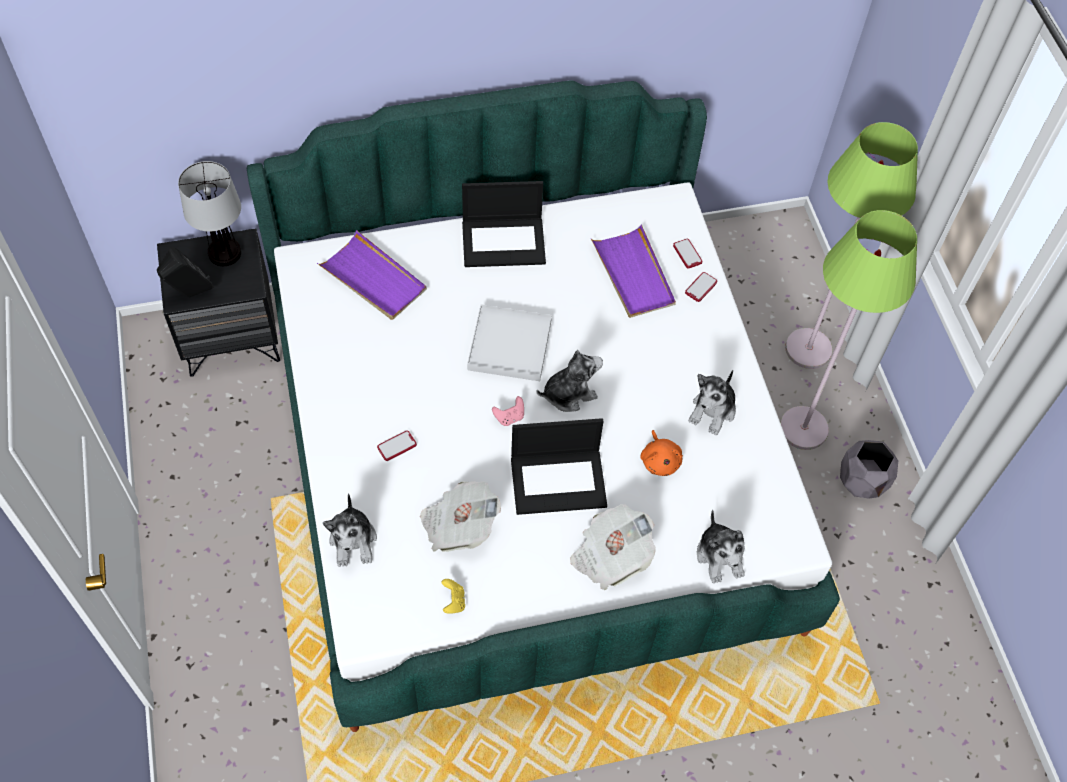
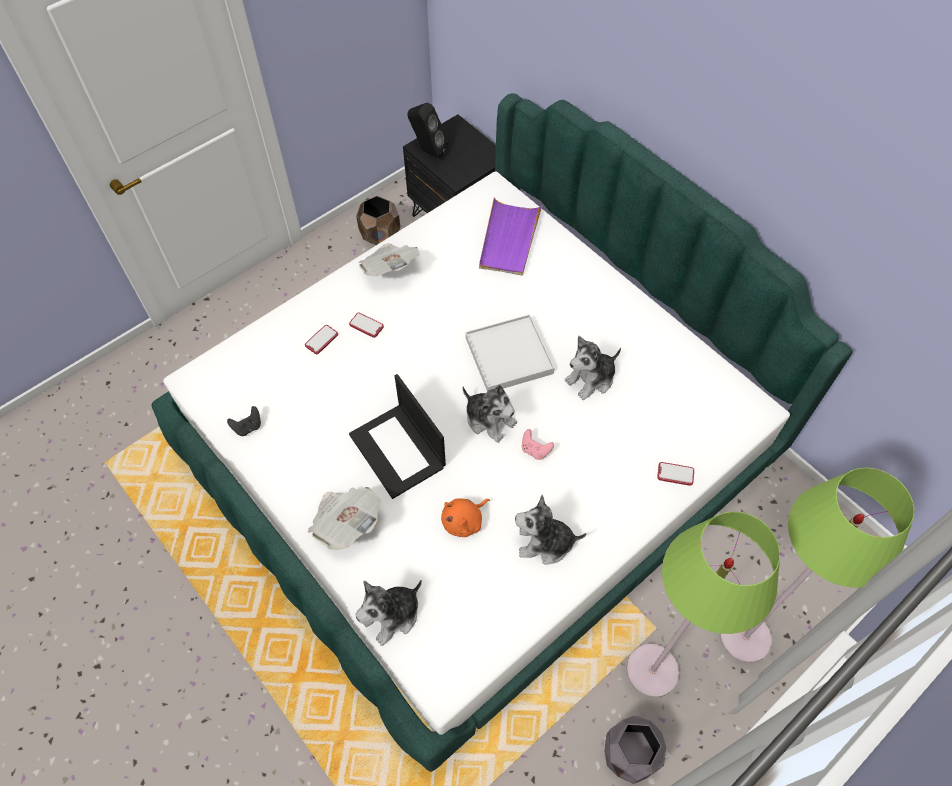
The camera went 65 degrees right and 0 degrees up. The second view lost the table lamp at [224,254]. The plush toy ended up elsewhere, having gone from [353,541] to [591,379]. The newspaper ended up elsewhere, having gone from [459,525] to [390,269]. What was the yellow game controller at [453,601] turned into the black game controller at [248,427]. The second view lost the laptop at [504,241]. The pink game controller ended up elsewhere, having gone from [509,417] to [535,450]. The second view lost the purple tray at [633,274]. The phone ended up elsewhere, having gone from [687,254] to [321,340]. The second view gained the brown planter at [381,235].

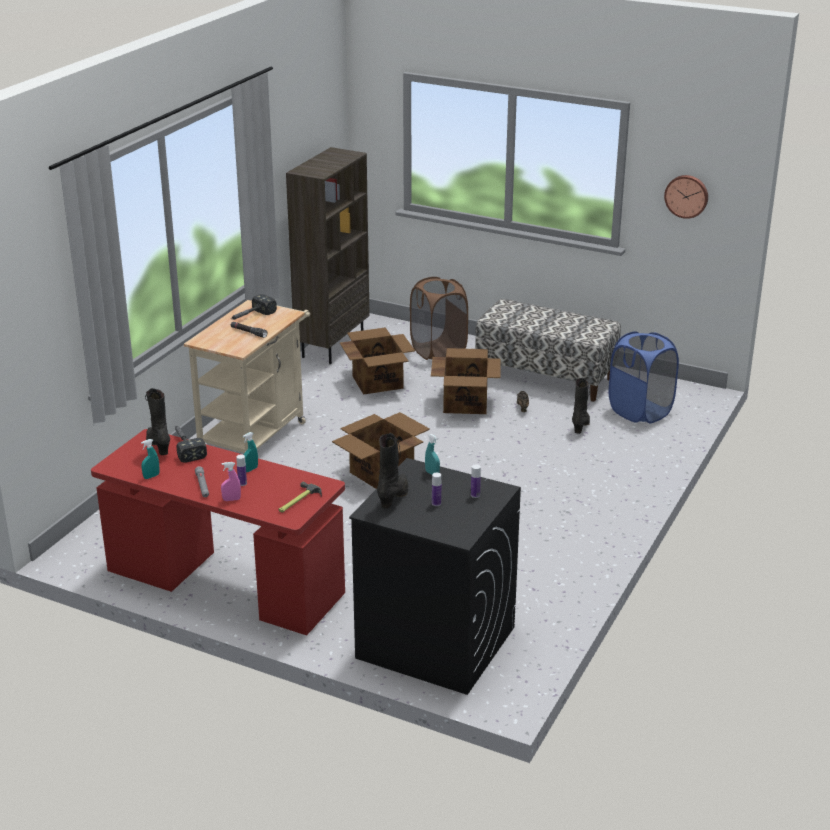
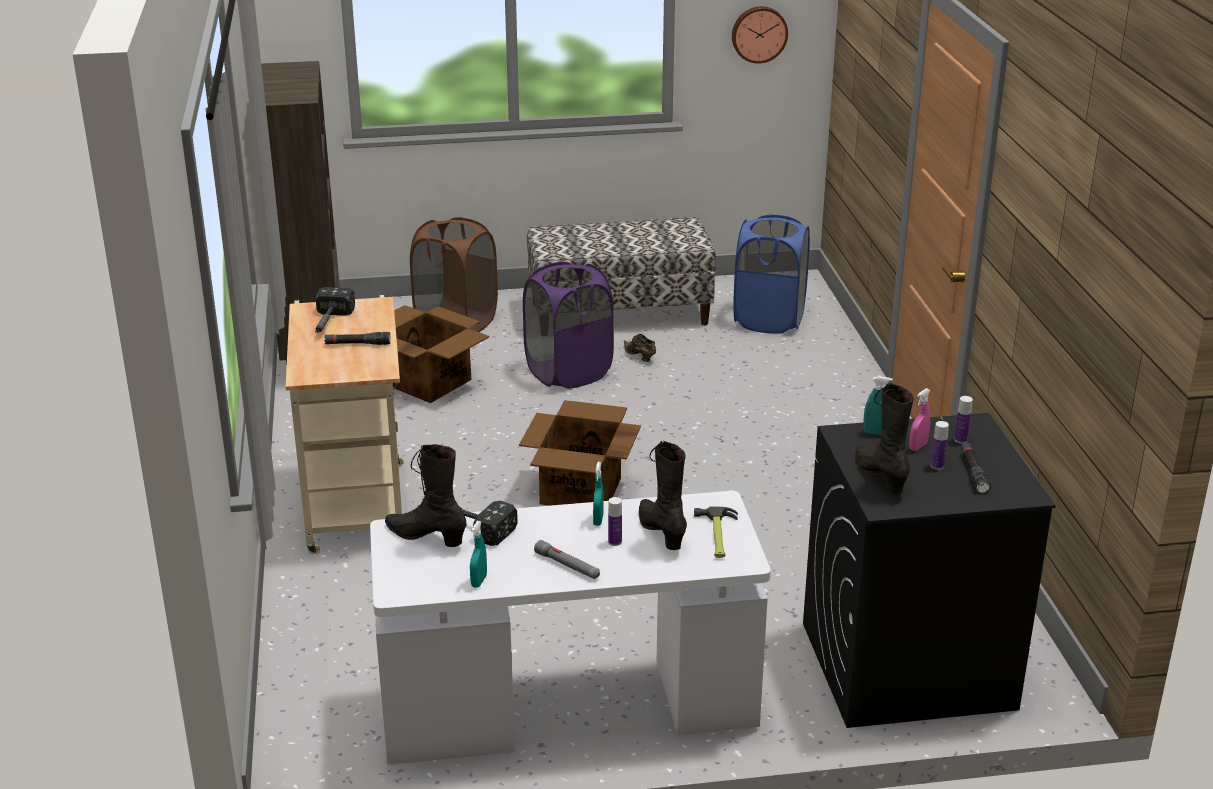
The camera went 35 degrees left and 0 degrees up. What was the red desk at [225,584] turned into the white desk at [568,709]. The pink spray bottle ended up elsewhere, having gone from [231,499] to [918,447]. Where the cardboard box stood at [465,403], the purple laundry basket came to stand at [568,372]. The black boot ended up elsewhere, having gone from [581,425] to [661,532]. The second view gained the black flashlight at [973,472].

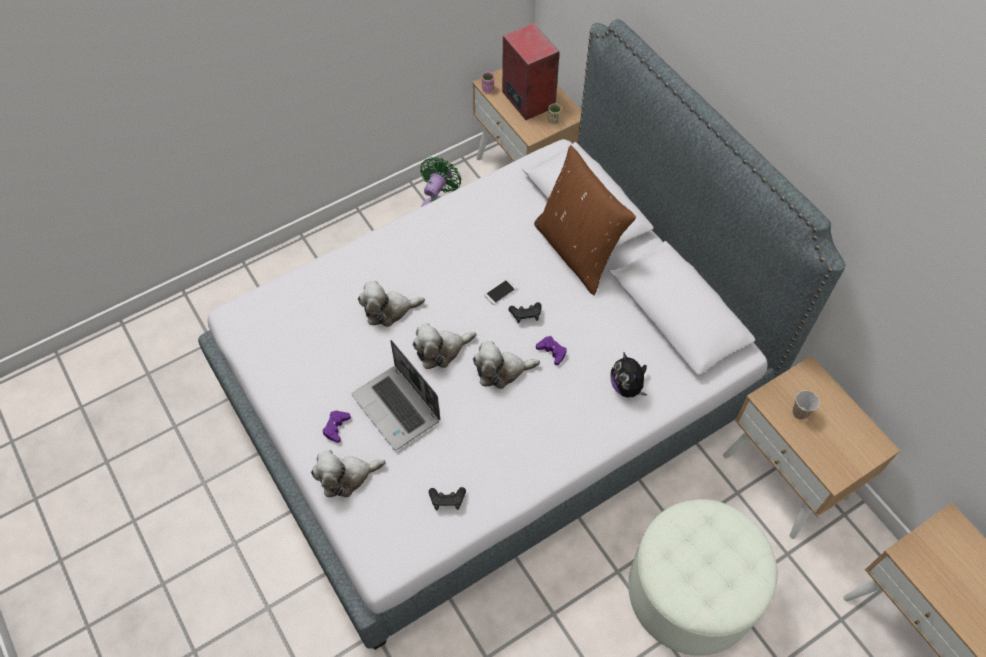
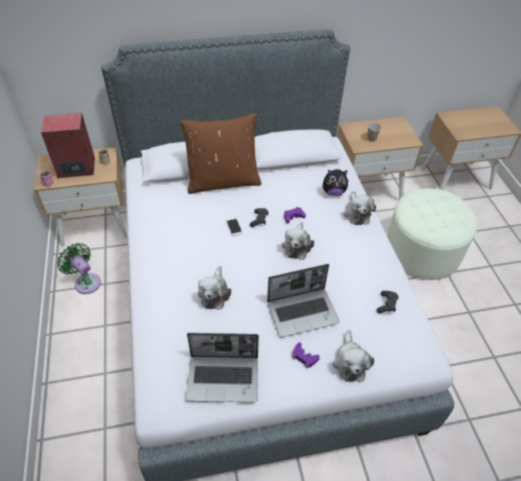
The camera went 70 degrees left and 10 degrees down. The plush toy ended up elsewhere, having gone from [441,350] to [356,213]. The second view gained the laptop at [224,378].

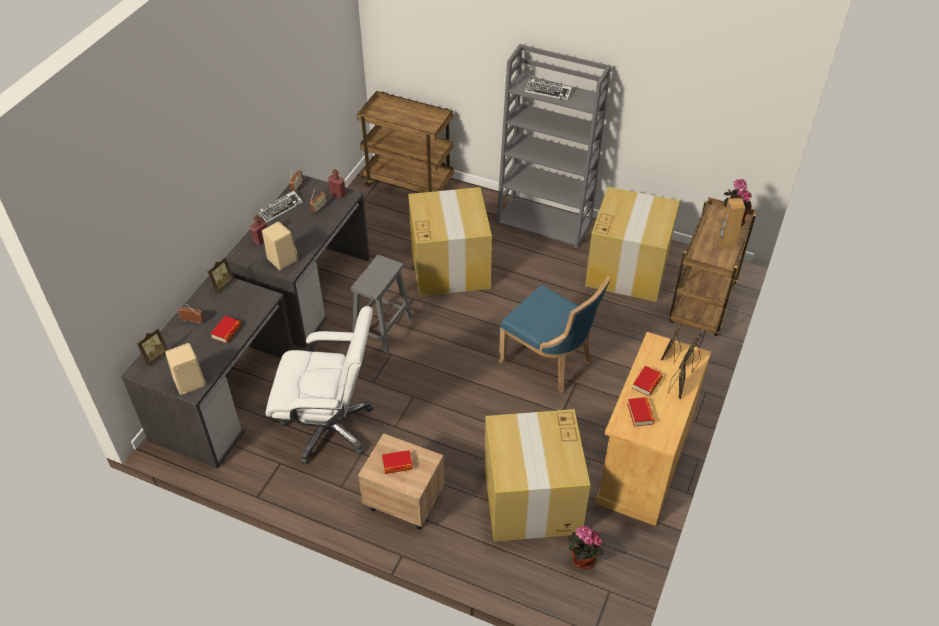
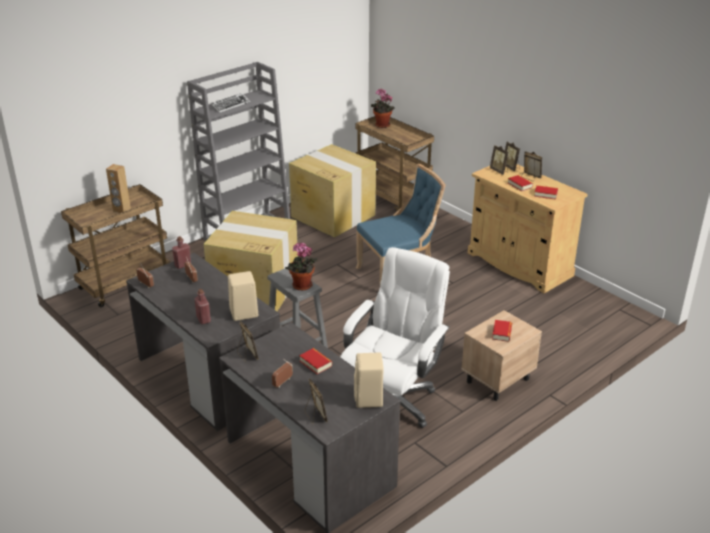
The camera went 65 degrees left and 15 degrees down. The second view lost the keyboard at [280,209]. The second view lost the cardboard box at [532,500]. The potted plant ended up elsewhere, having gone from [581,560] to [302,286]. The brown speaker ended up elsewhere, having gone from [726,243] to [121,210].

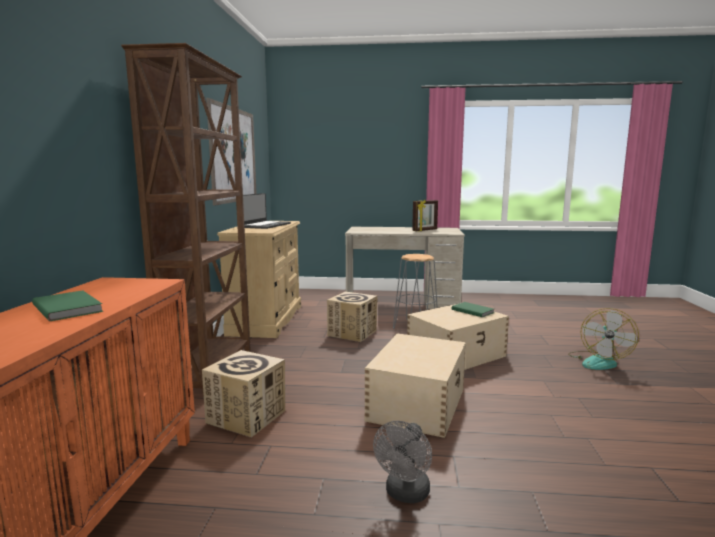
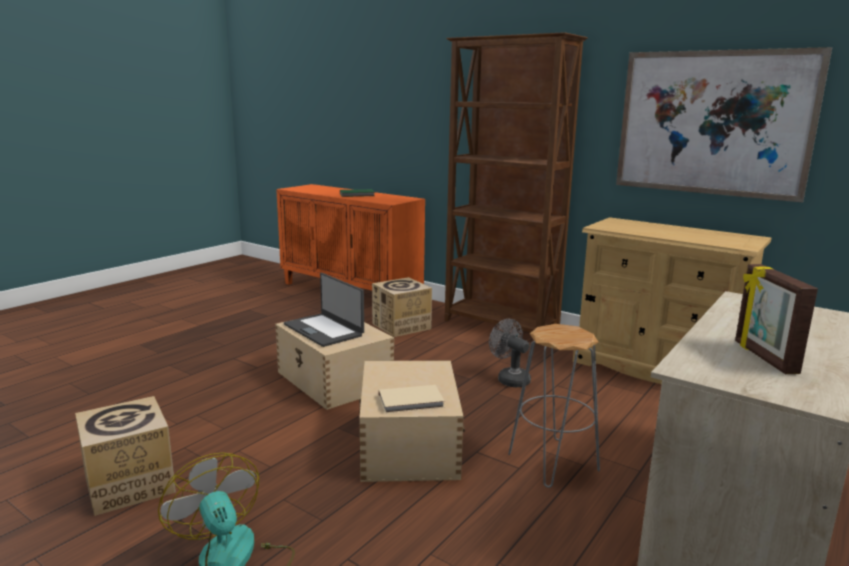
The camera went 120 degrees right and 5 degrees up. The laptop ended up elsewhere, having gone from [265,225] to [324,330]. The cardboard box ended up elsewhere, having gone from [352,333] to [129,484]. The grey fan ended up elsewhere, having gone from [405,494] to [510,379]. What was the green book at [472,311] turned into the beige book at [412,401].

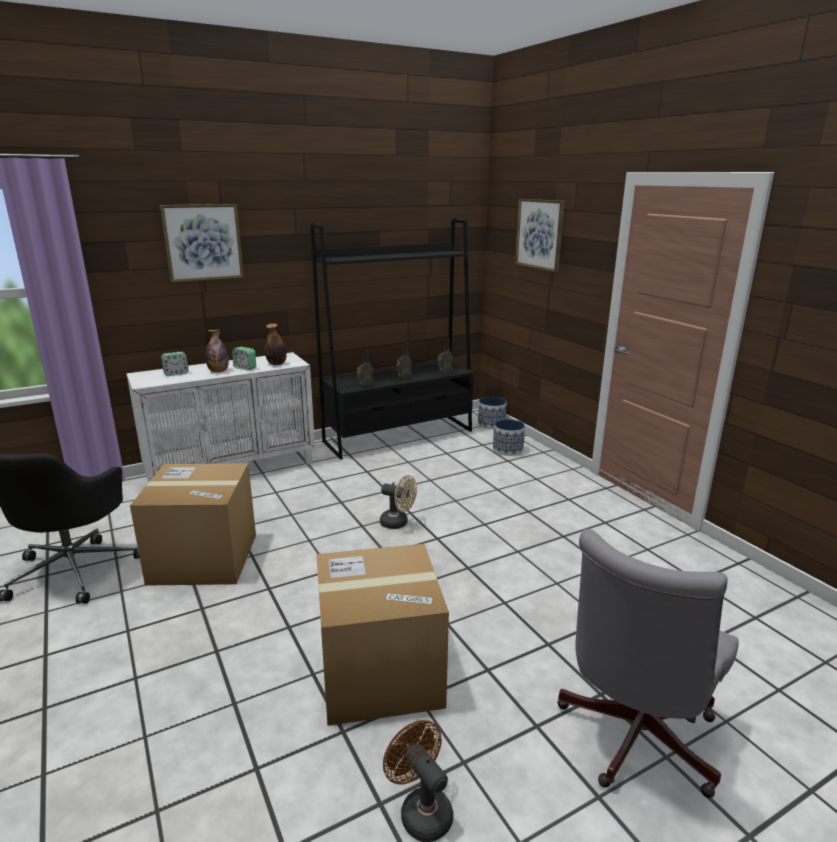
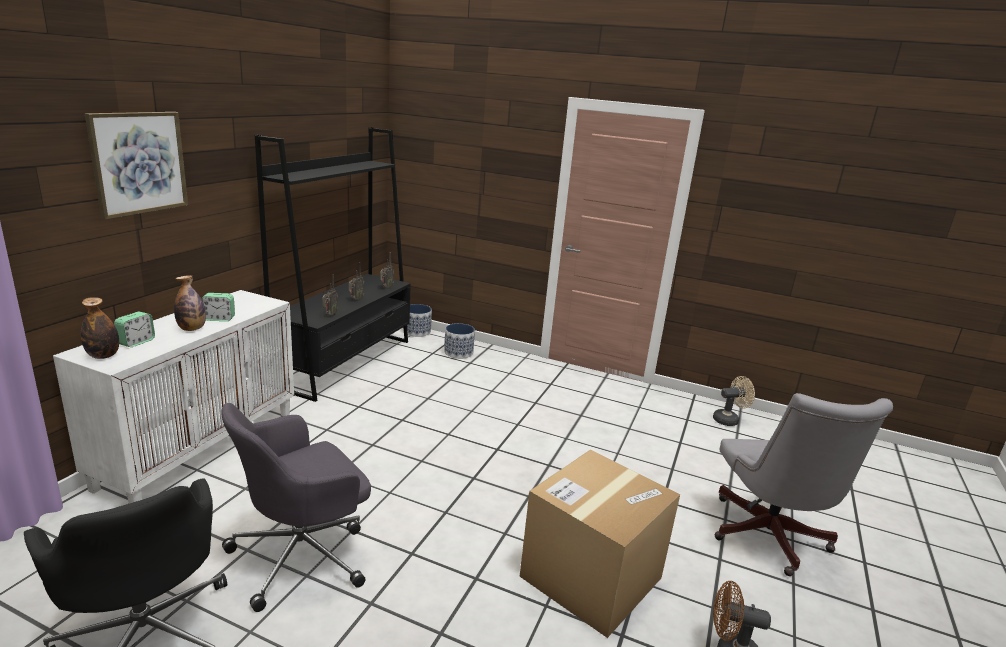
The camera went 40 degrees left and 0 degrees up. Where the cardboard box stood at [204,558], the grey office chair came to stand at [303,554]. The bottle ended up elsewhere, having gone from [276,364] to [103,356]. The beige fan ended up elsewhere, having gone from [398,523] to [729,420]. The second view lost the picture at [539,234].

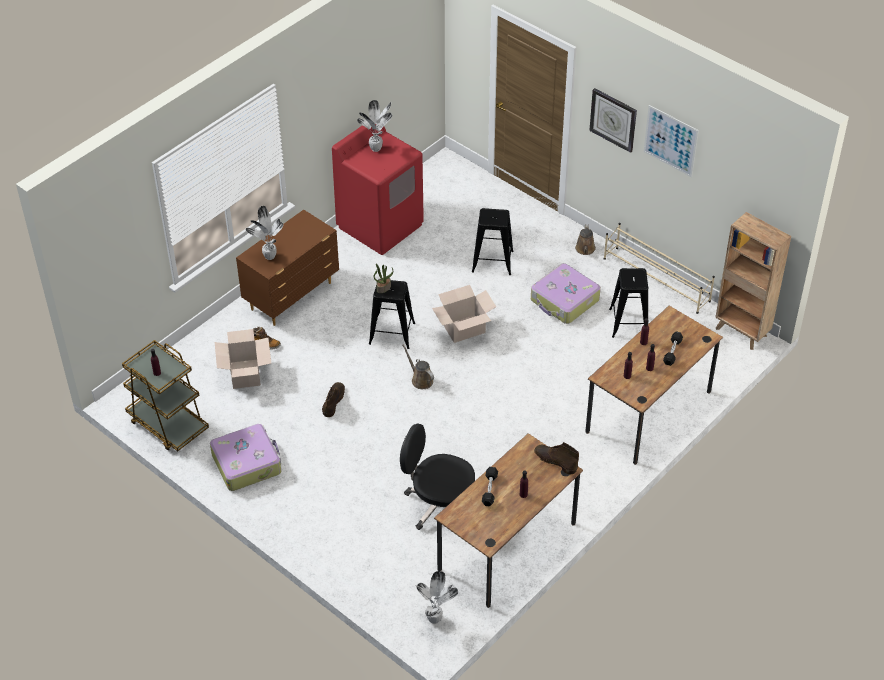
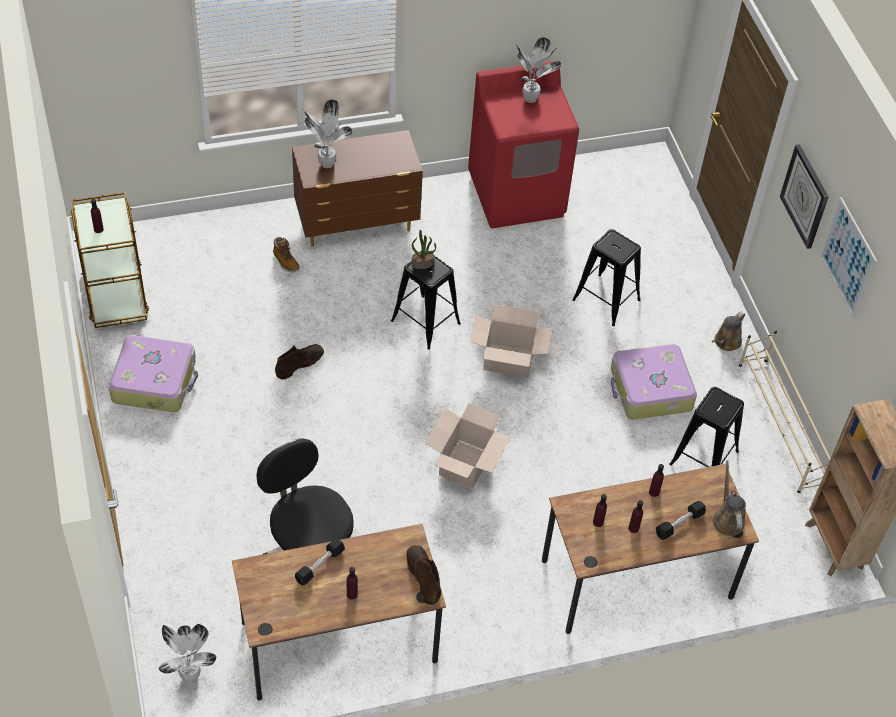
The camera went 30 degrees right and 5 degrees up. The cardboard box ended up elsewhere, having gone from [245,374] to [465,464]. The brown watering can ended up elsewhere, having gone from [420,379] to [727,518].

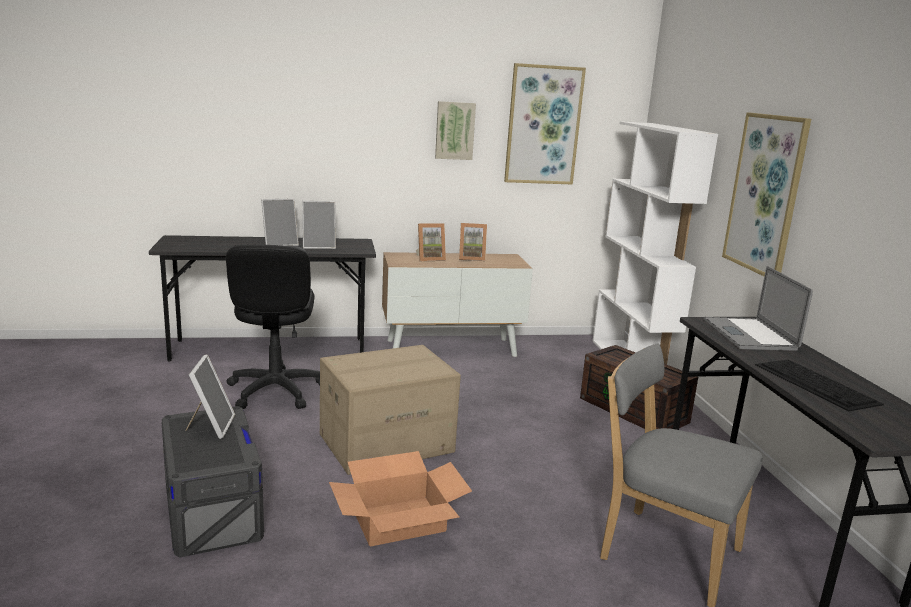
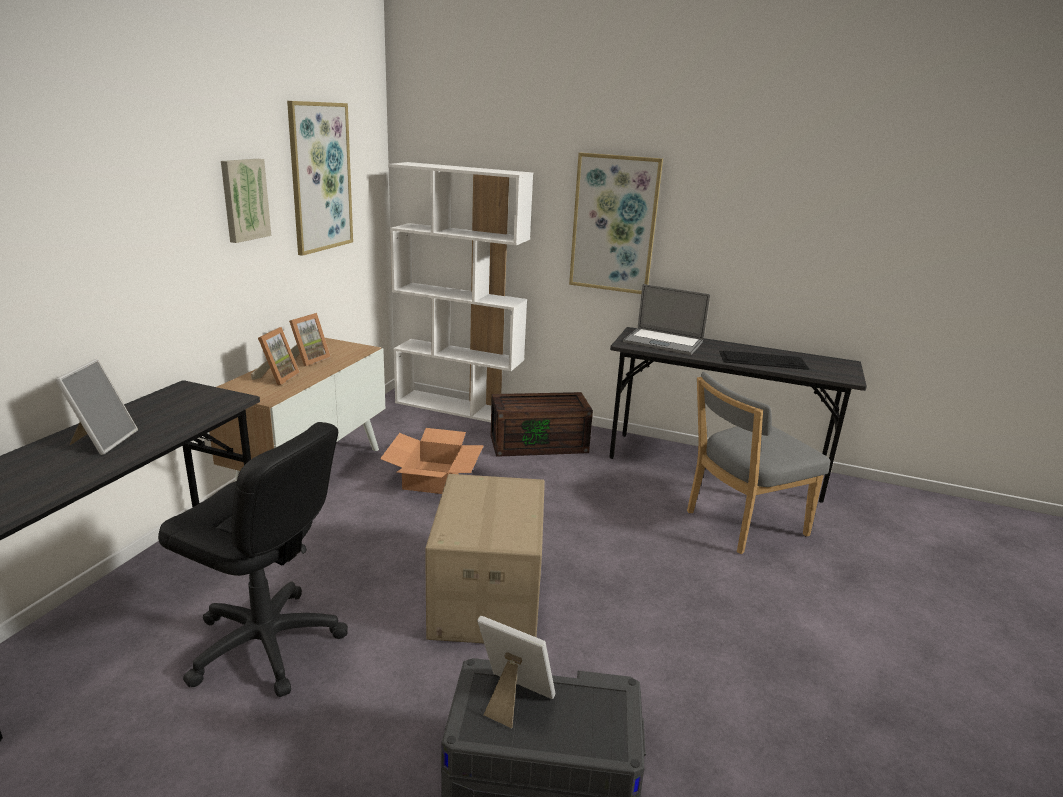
The camera went 60 degrees left and 5 degrees up. The second view lost the picture frame at [319,246]. The cardboard box ended up elsewhere, having gone from [399,521] to [433,477].

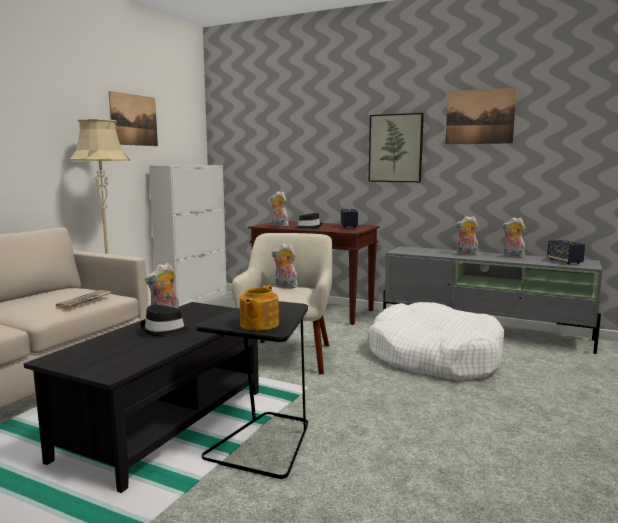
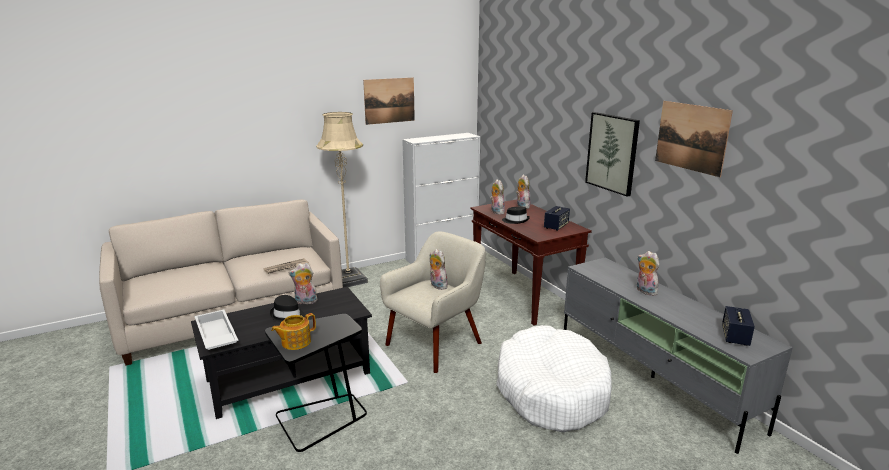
The camera went 35 degrees right and 10 degrees up. The plush toy ended up elsewhere, having gone from [512,256] to [521,206]. The second view gained the white tray at [215,336].

